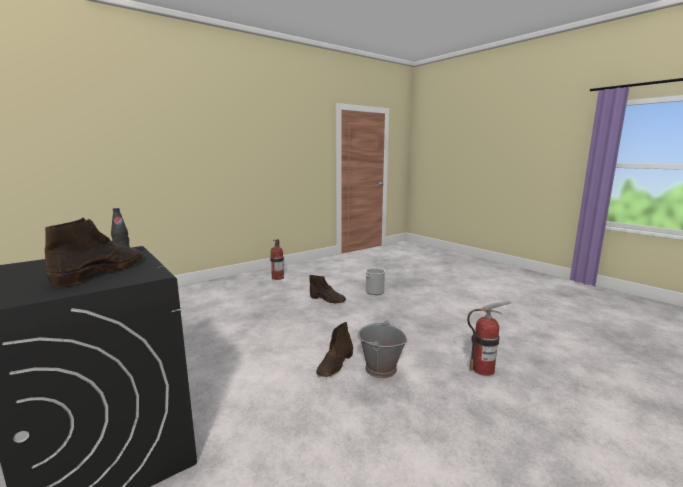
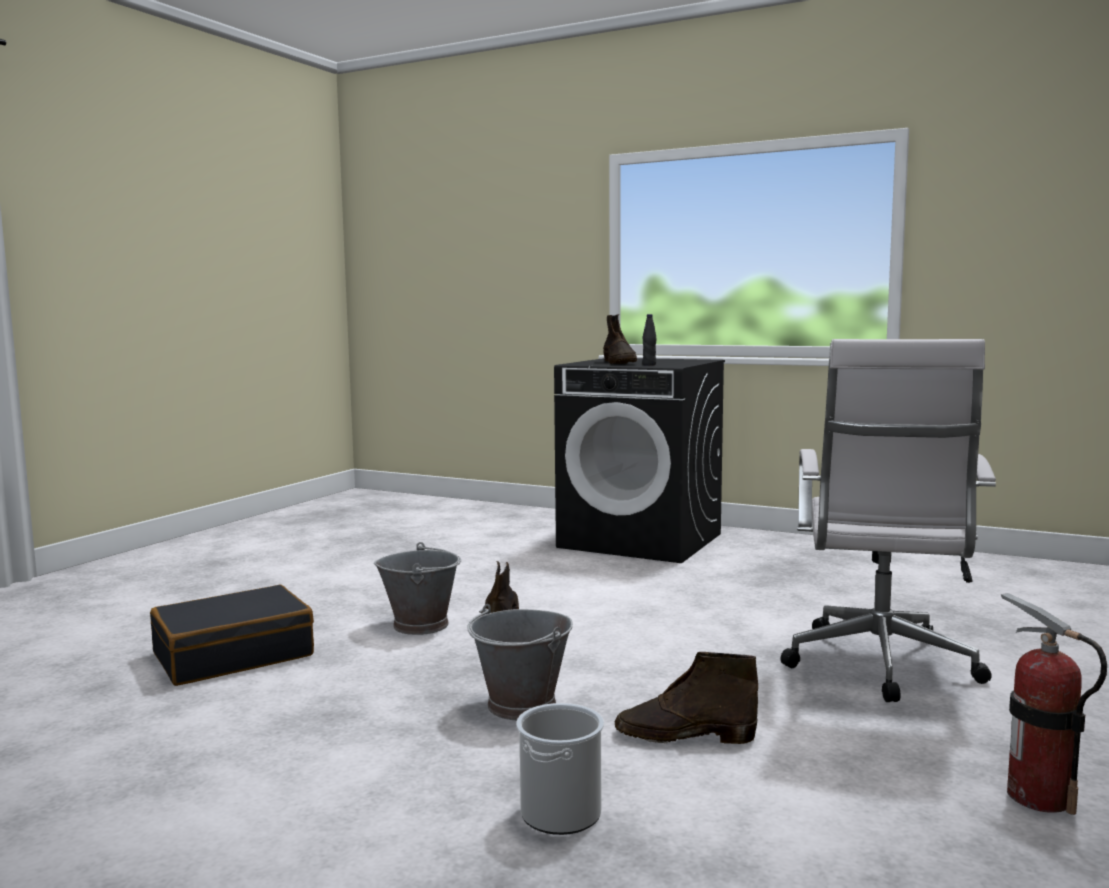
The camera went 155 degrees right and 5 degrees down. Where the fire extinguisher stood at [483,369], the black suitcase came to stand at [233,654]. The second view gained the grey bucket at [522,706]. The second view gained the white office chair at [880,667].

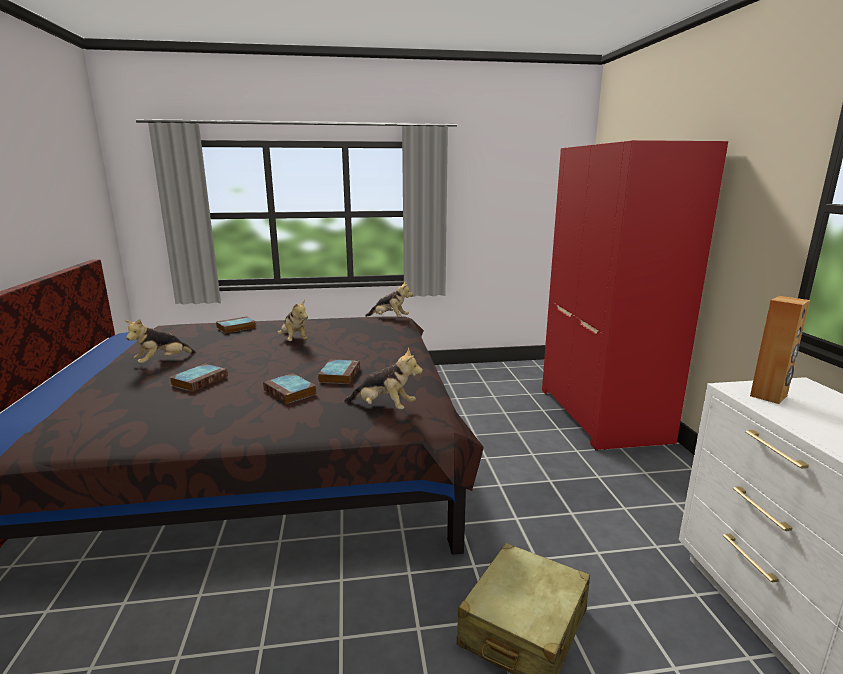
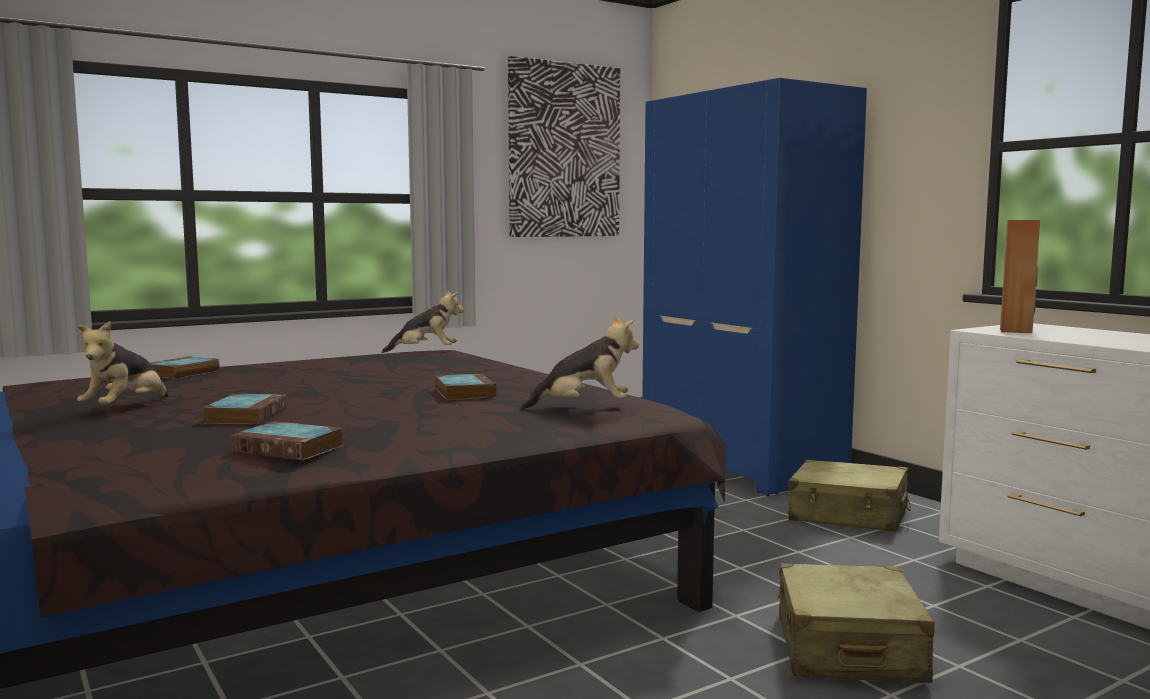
The camera went 25 degrees left and 10 degrees down. The book ended up elsewhere, having gone from [291,392] to [290,449]. The second view lost the plush toy at [294,341]. What was the red wardrobe at [603,415] turned into the blue wardrobe at [743,465]. The second view gained the picture at [564,150]. The second view gained the beige suitcase at [848,515].

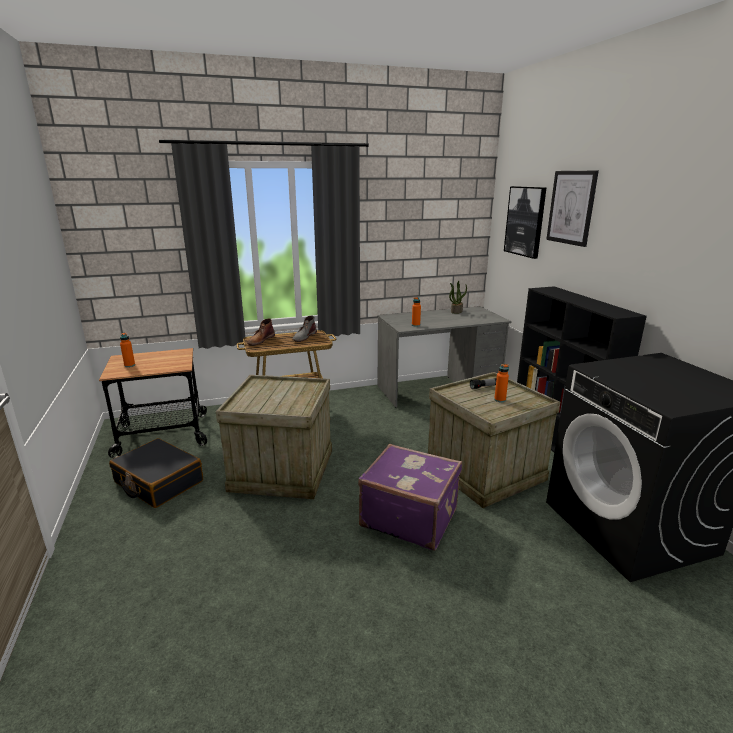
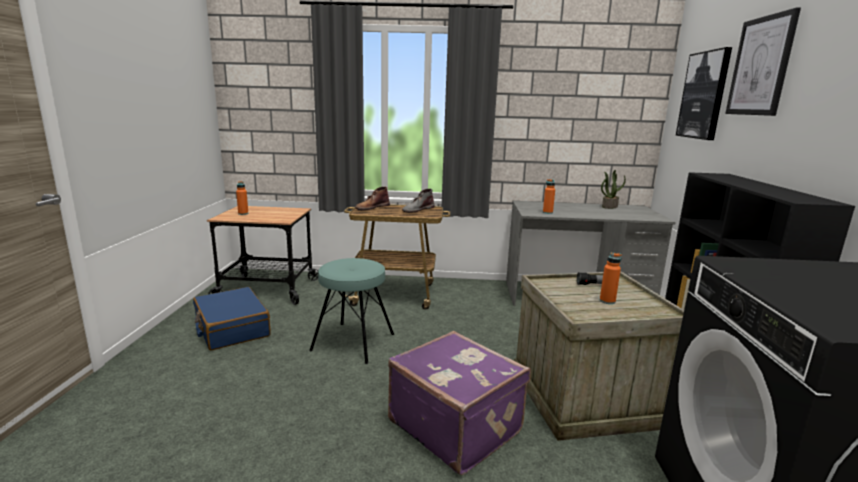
The camera went 20 degrees right and 5 degrees down. What was the black suitcase at [158,482] turned into the blue suitcase at [231,328]. Where the crate stood at [284,469], the turquoise stool came to stand at [353,342].

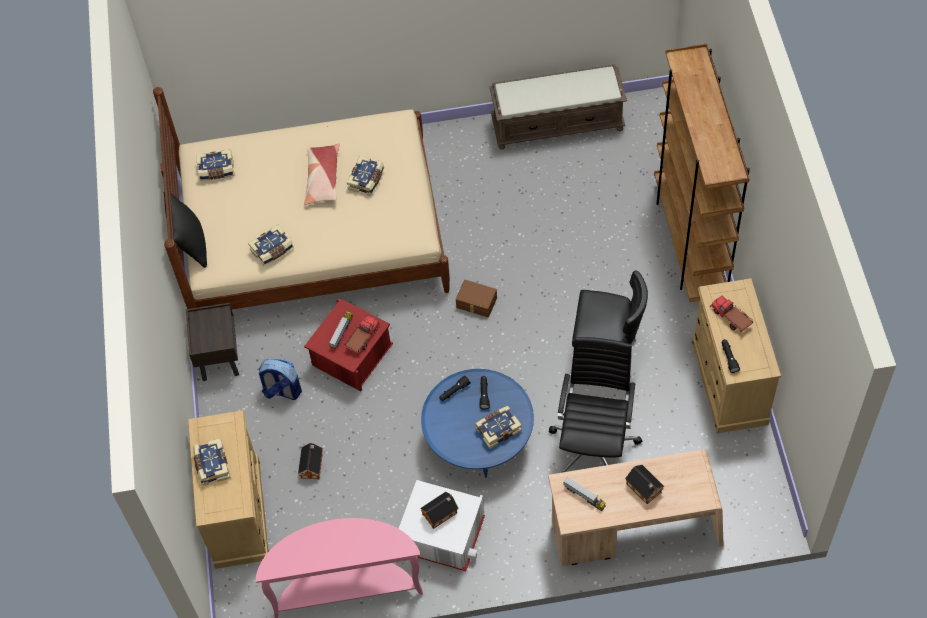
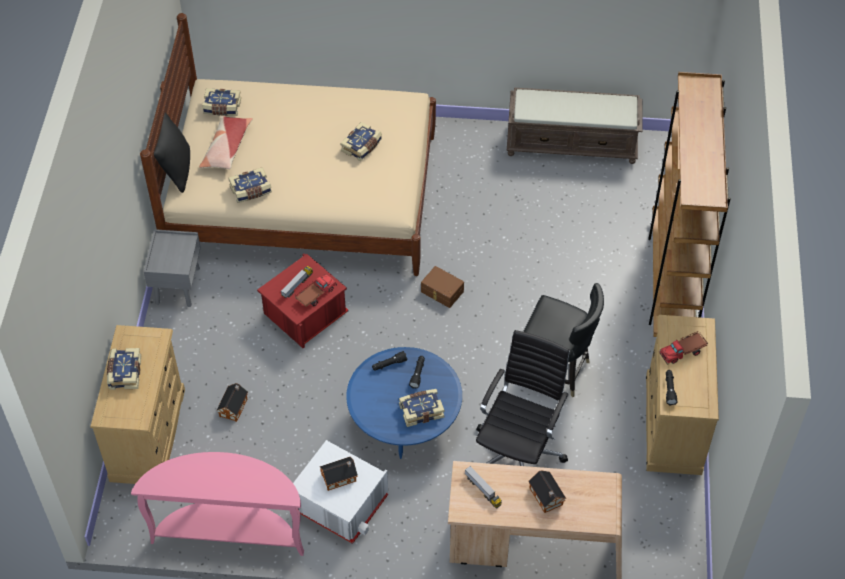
The camera went 10 degrees right and 5 degrees down. What was the brown nightstand at [218,356] turned into the grey nightstand at [177,285]. The second view lost the backpack at [282,391]. The pillow ended up elsewhere, having gone from [323,179] to [226,148]. The toy truck at [731,318] ended up facing another way, 90 degrees counterclockwise from before.

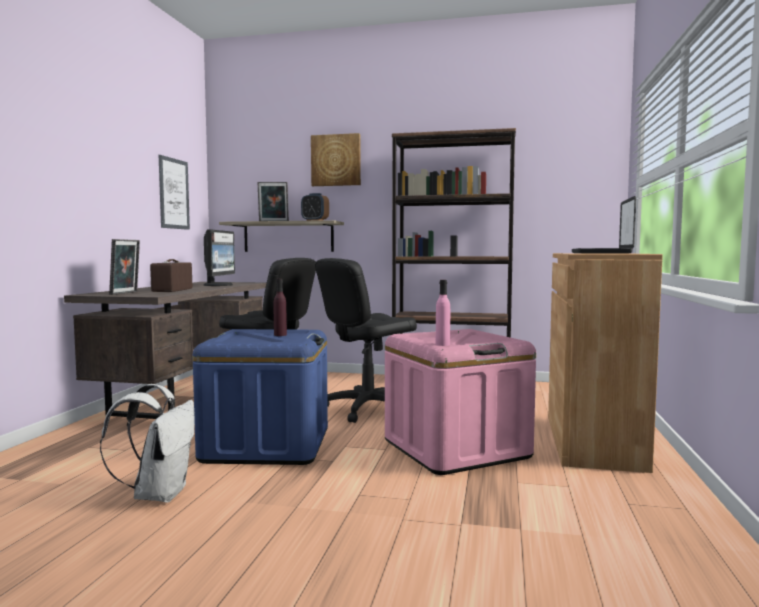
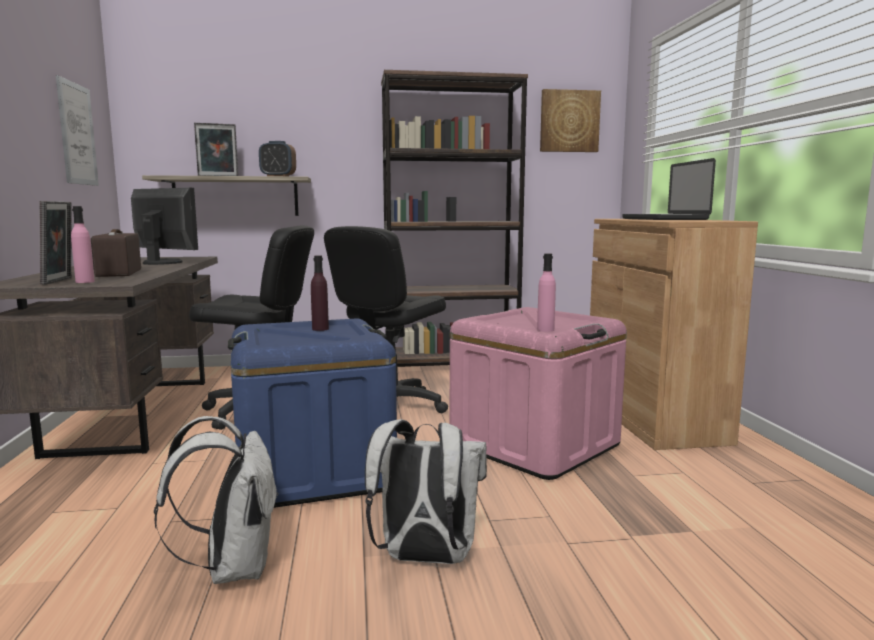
The camera went 20 degrees left and 5 degrees up. The monitor at [219,285] ended up facing another way, 45 degrees counterclockwise from before. The picture ended up elsewhere, having gone from [336,160] to [569,121]. The second view gained the pink bottle at [85,282]. The second view gained the white backpack at [424,558].

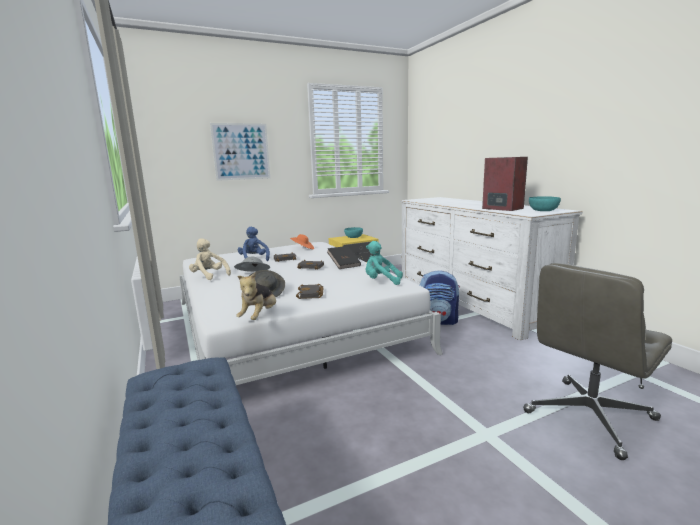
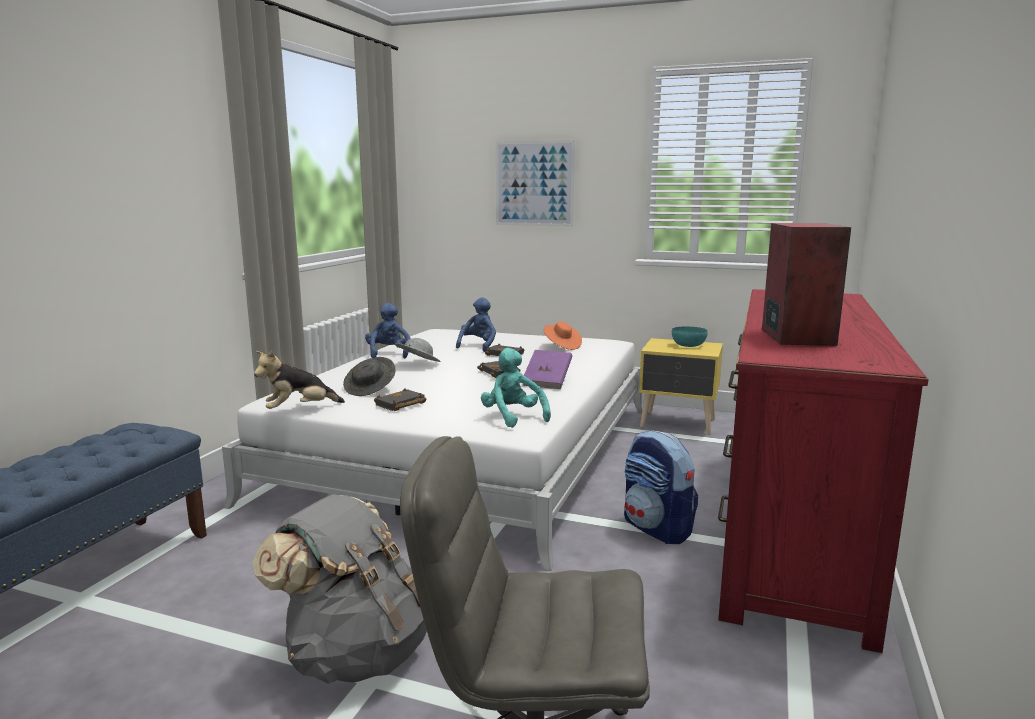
The camera went 45 degrees right and 0 degrees up. What was the beige plush toy at [209,276] turned into the blue plush toy at [388,354]. What was the black book at [344,265] turned into the purple book at [547,382]. What was the white dresser at [470,302] turned into the red dresser at [791,527]. The second view lost the turquoise bowl at [543,210]. The second view gained the grey backpack at [355,654].

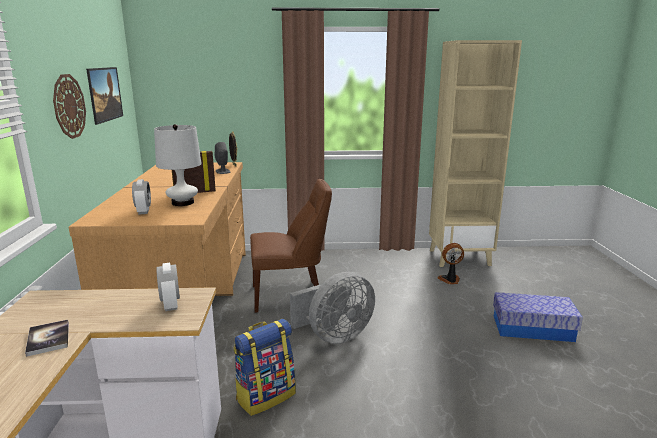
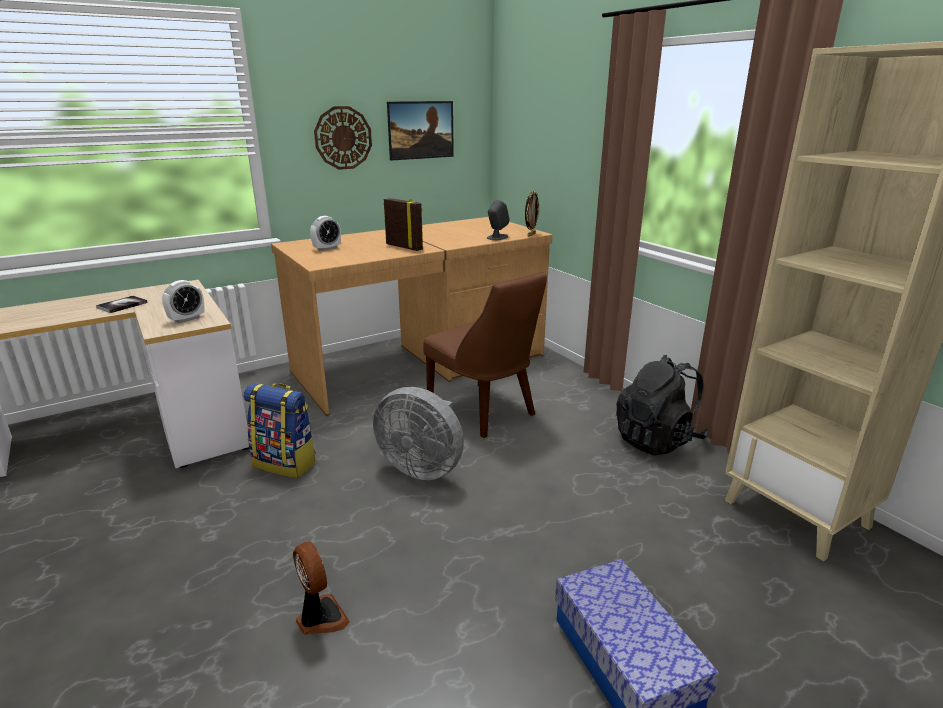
The camera went 60 degrees right and 5 degrees up. The second view lost the white table lamp at [183,203]. The fan ended up elsewhere, having gone from [450,280] to [320,618]. The second view gained the black backpack at [657,440].

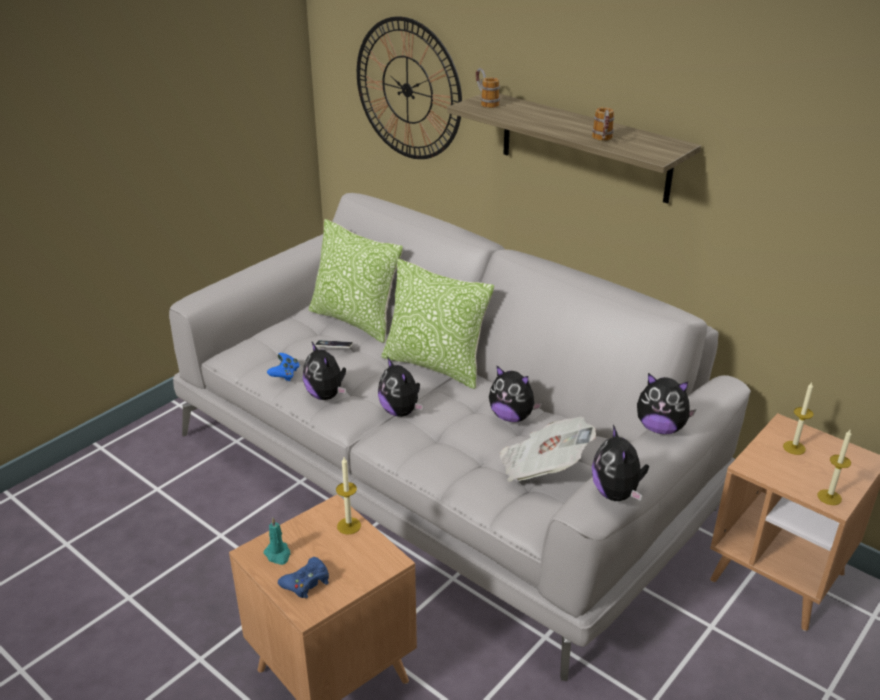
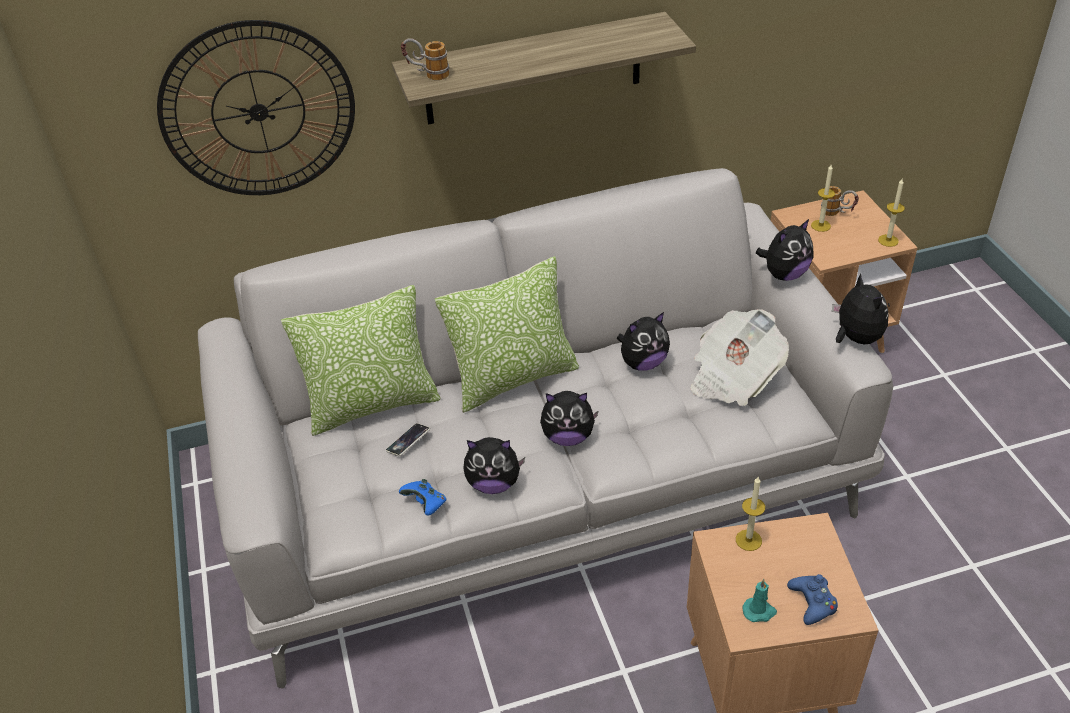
The camera went 55 degrees left and 10 degrees up. The mug ended up elsewhere, having gone from [603,140] to [837,213]. The plush toy at [617,493] ended up facing another way, 135 degrees counterclockwise from before.

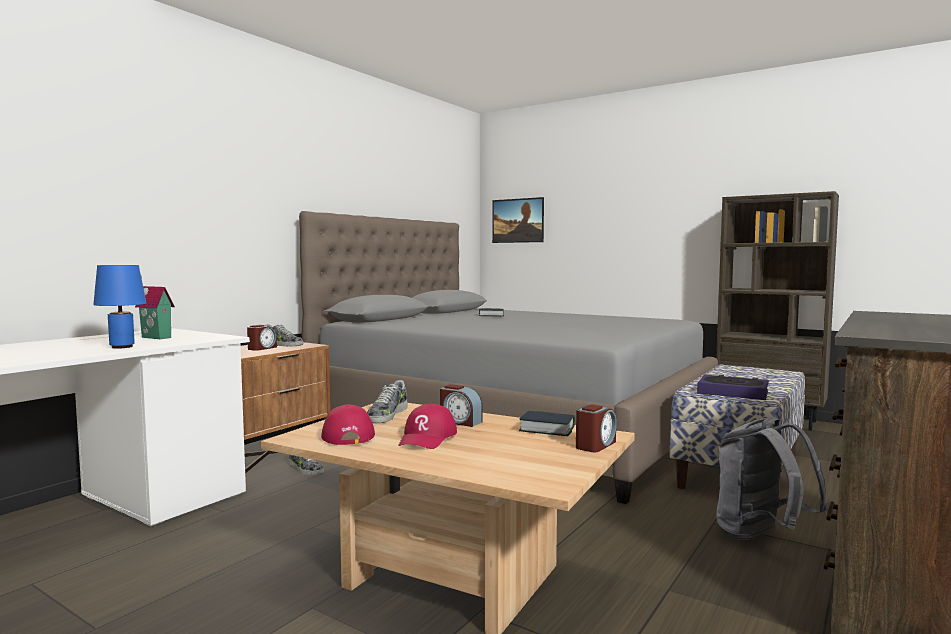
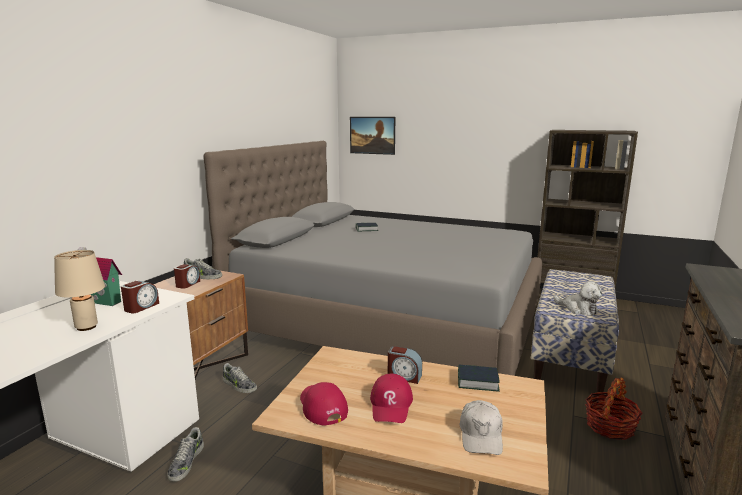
The camera went 10 degrees left and 10 degrees up. What was the blue table lamp at [121,347] turned into the beige table lamp at [86,327]. The shoe ended up elsewhere, having gone from [386,415] to [186,462]. The alarm clock ended up elsewhere, having gone from [595,445] to [141,307]. Where the book stood at [733,392], the plush toy came to stand at [578,309]. Where the grey backpack stood at [761,536], the basket came to stand at [610,426]. The second view gained the white cap at [481,435].

